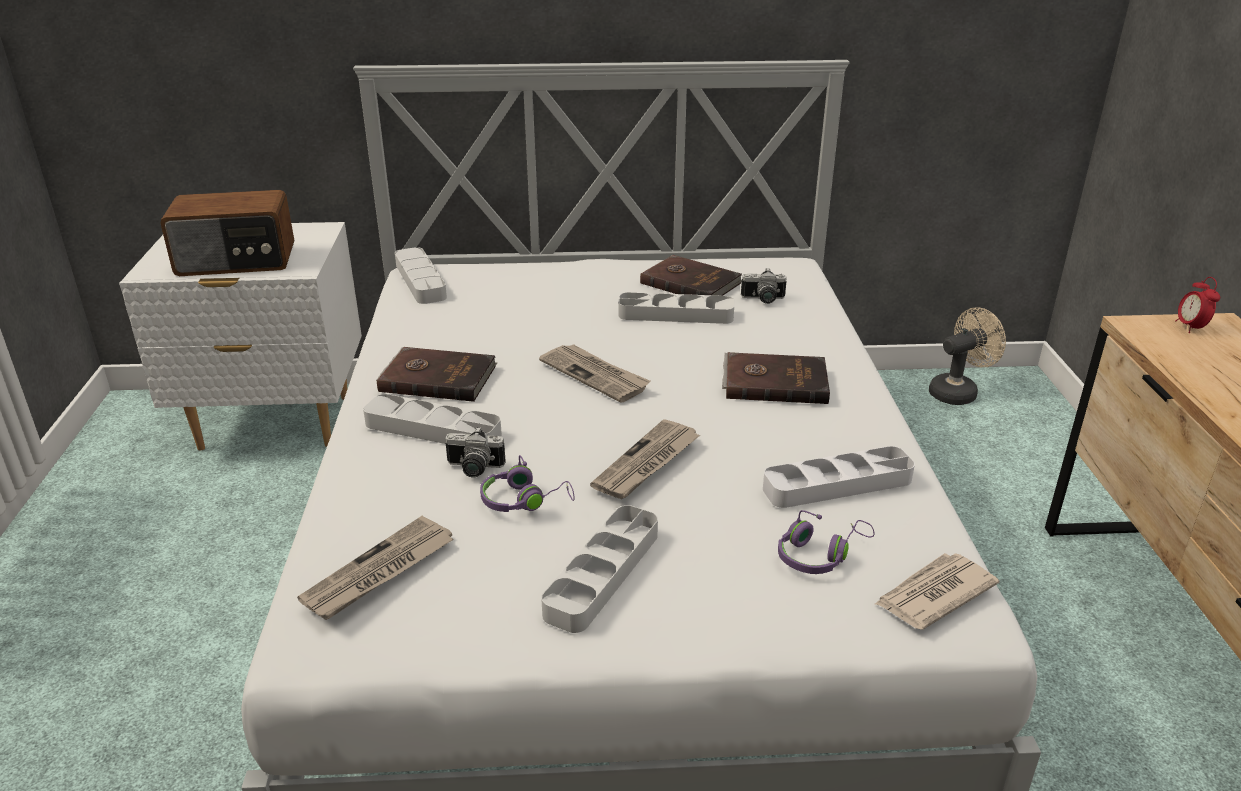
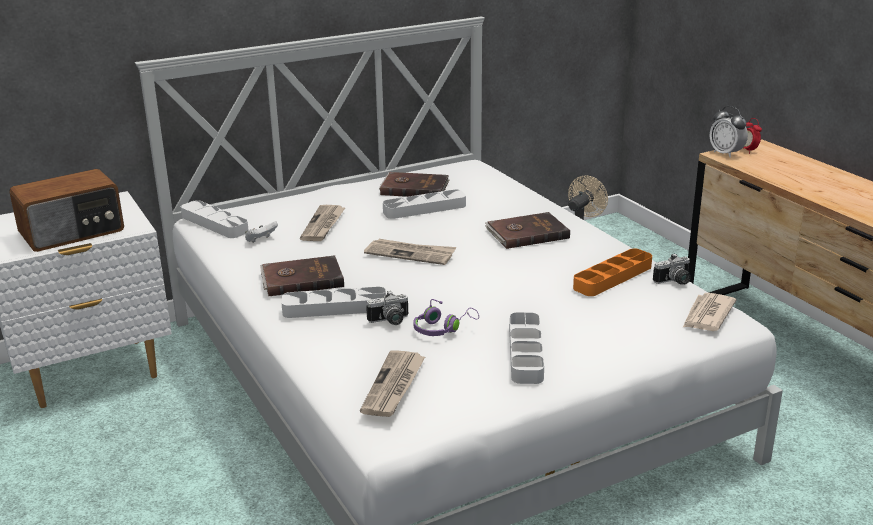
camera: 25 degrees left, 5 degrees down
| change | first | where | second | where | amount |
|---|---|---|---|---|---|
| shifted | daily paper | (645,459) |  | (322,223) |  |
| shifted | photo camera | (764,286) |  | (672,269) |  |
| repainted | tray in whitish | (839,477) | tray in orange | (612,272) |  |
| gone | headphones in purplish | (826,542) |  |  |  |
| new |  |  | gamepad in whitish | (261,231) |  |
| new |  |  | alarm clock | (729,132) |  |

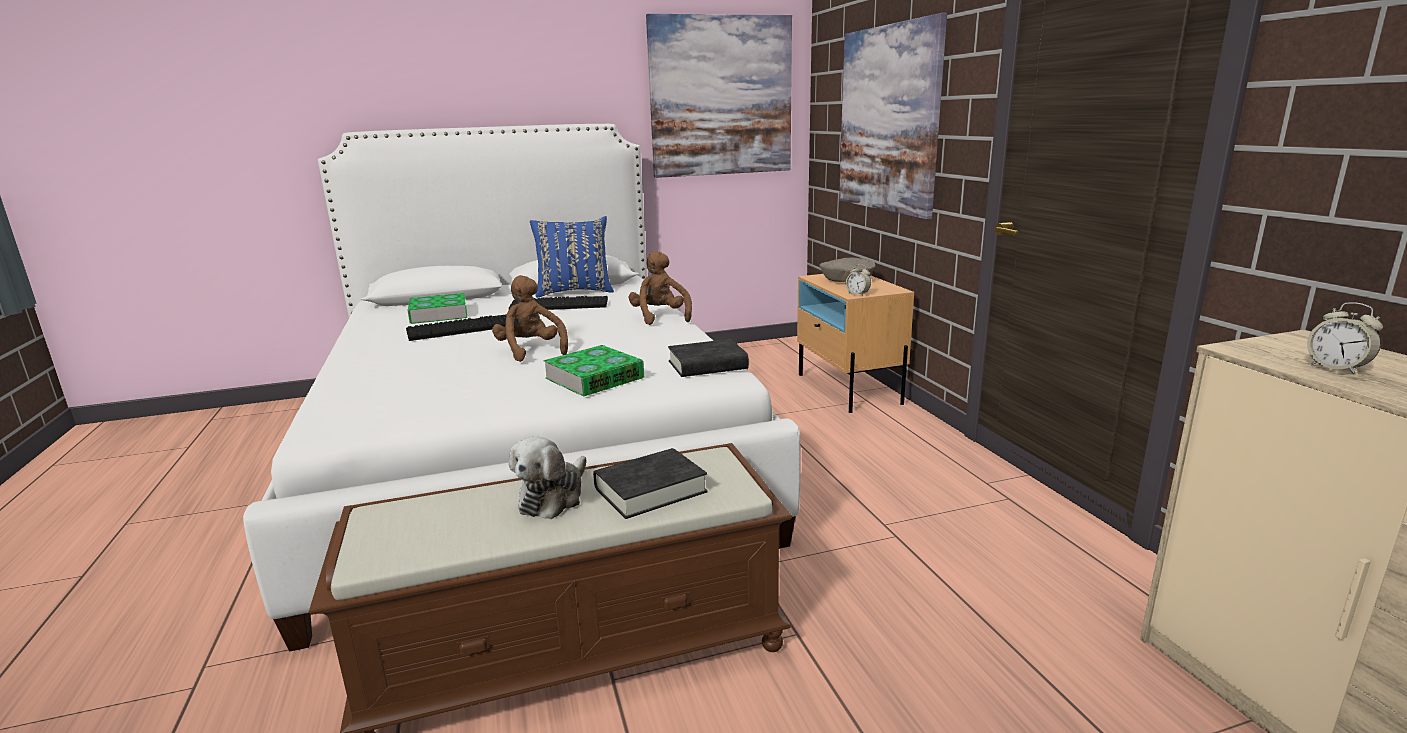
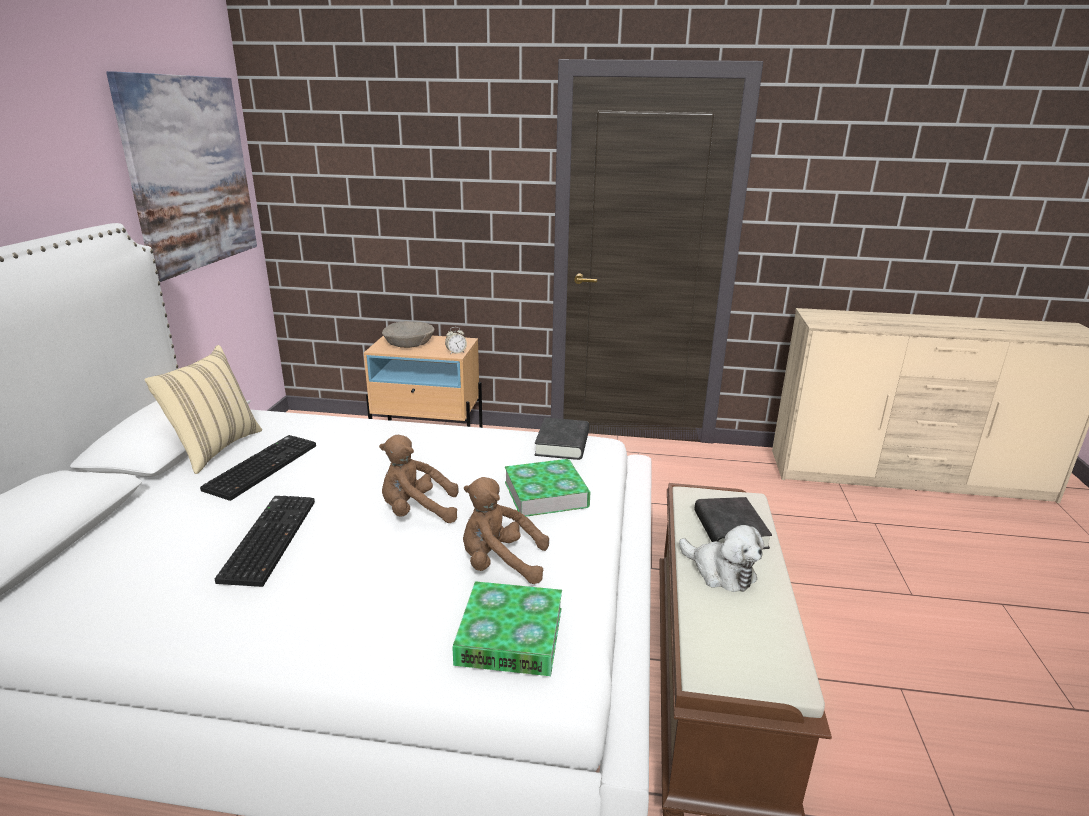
camera: 65 degrees left, 5 degrees up
| change | first | where | second | where | amount |
|---|---|---|---|---|---|
| shifted | book | (437,308) |  | (507,628) |  |
| repainted | cushion in blue | (572,257) | cushion in sand-coloured | (203,409) |  |
| shifted | plush toy in brown-coloured | (660,288) |  | (506,530) |  |
| gone | picture | (893,116) |  |  |  |
| gone | alarm clock | (1345,338) |  |  |  |

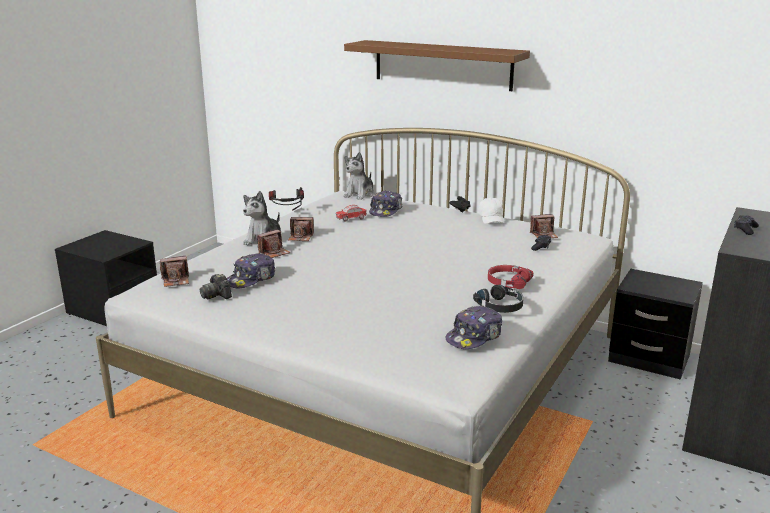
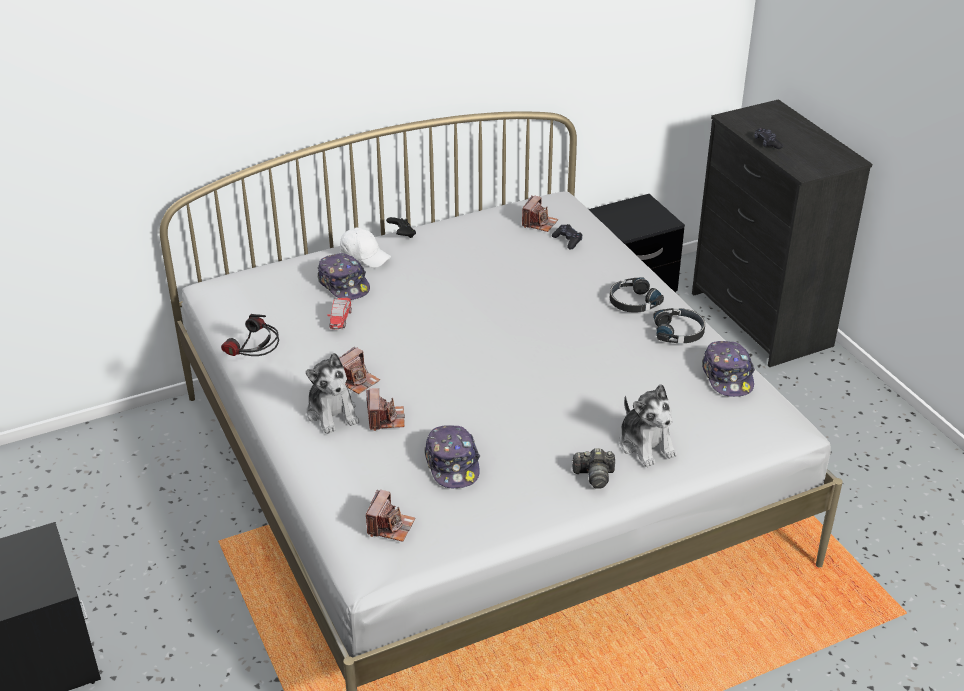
camera: 55 degrees left, 15 degrees up
| change | first | where | second | where | amount |
|---|---|---|---|---|---|
| shifted | photo camera | (216,287) |  | (593,468) |  |
| gone | wall shelf in brown-coloured | (437,65) |  |  |  |
| shifted | plush toy | (359,176) |  | (648,425) |  |
| shifted | peaked cap in whitish | (491,210) |  | (365,247) |  |
| repainted | headphones in red-coloured | (510,277) | headphones in black | (637,295) |  |

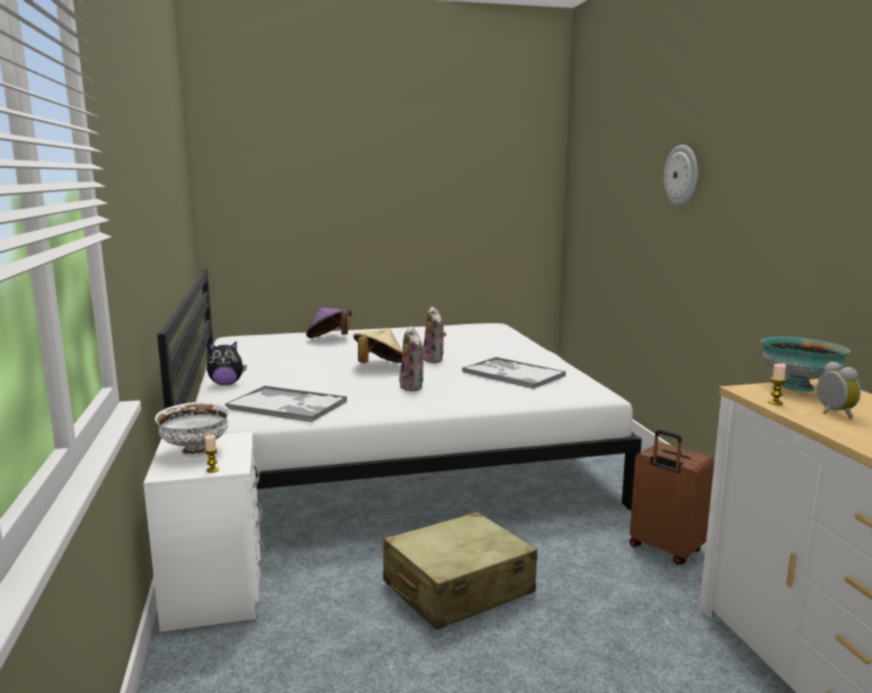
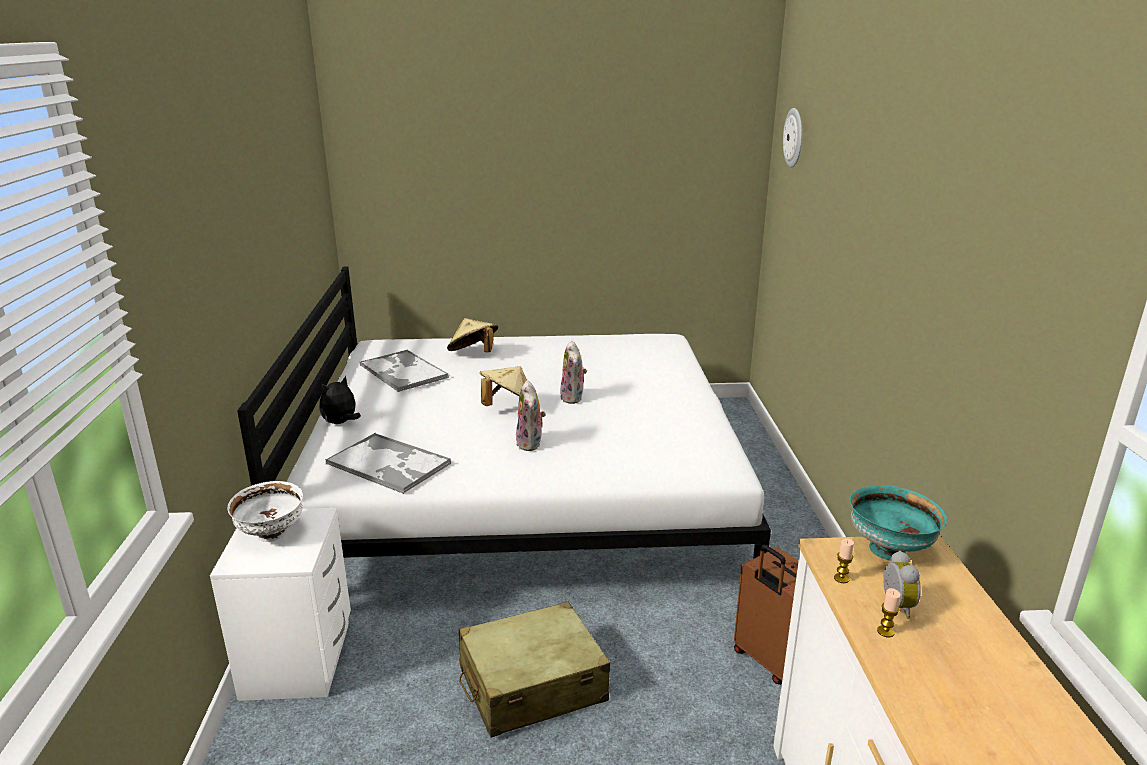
camera: 10 degrees right, 10 degrees up
| change | first | where | second | where | amount |
|---|---|---|---|---|---|
| shifted | wax candle | (212,453) |  | (888,612) |  |
| rotated | plush toy | (227,363) |  | (340,400) | 135 degrees clockwise |
| repainted | wearable hat in purplish | (329,322) | wearable hat in sand-coloured | (472,335) |  |
| shifted | tray | (514,373) |  | (404,371) |  |
| shifted | clock on the wall | (681,175) |  | (792,138) |  |

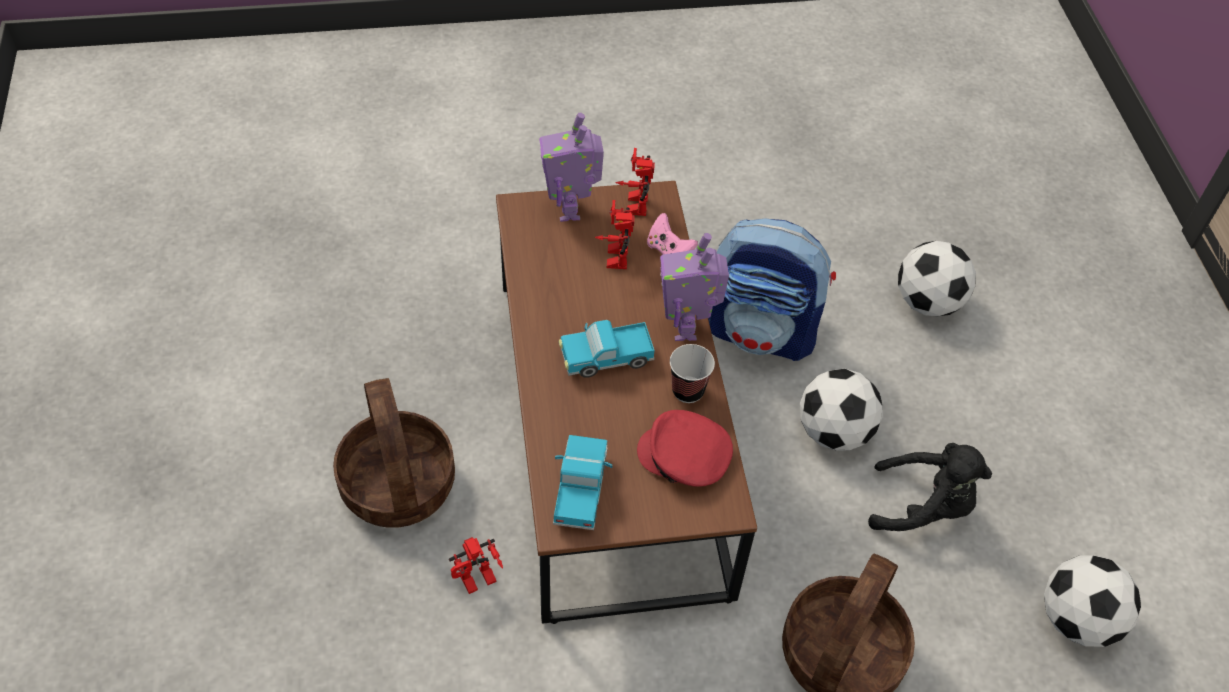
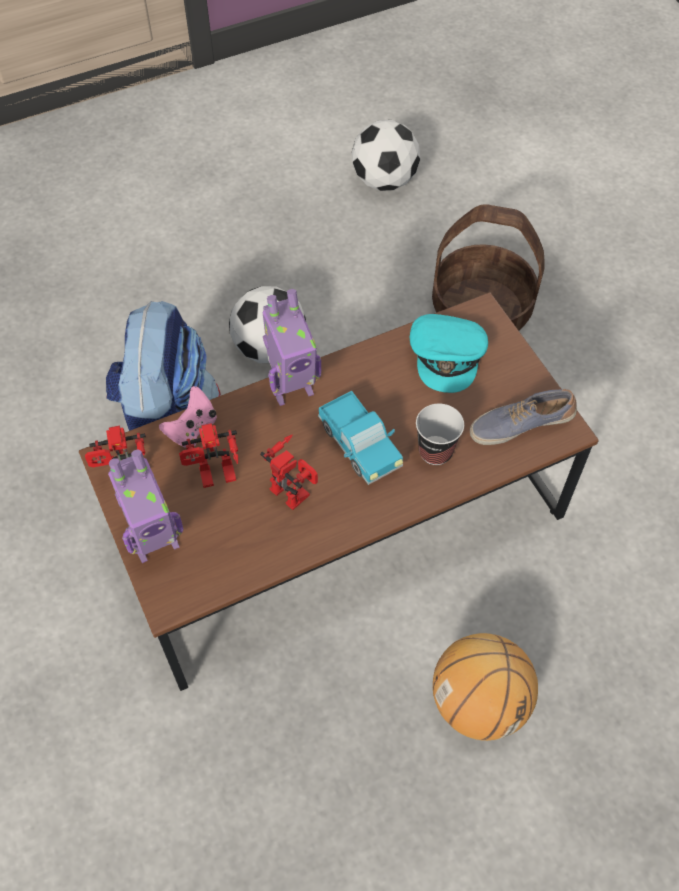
camera: 105 degrees left, 5 degrees up
| change | first | where | second | where | amount |
|---|---|---|---|---|---|
| swapped | household basket | (394,453) | basketball ball | (485,687) |  |
| shifted | robot figure | (476,565) |  | (289,472) |  |
| swapped | toy lorry | (582,482) | item of footwear | (523,417) |  |
| repainted | peaked cap in red-coloured | (685,448) | peaked cap in turquoise-coloured | (448,353) |  |
| shifted | drinking cup | (692,373) |  | (440,434) |  |
| gone | plush toy in black | (930,487) |  |  |  |
| gone | football | (937,279) |  |  |  |

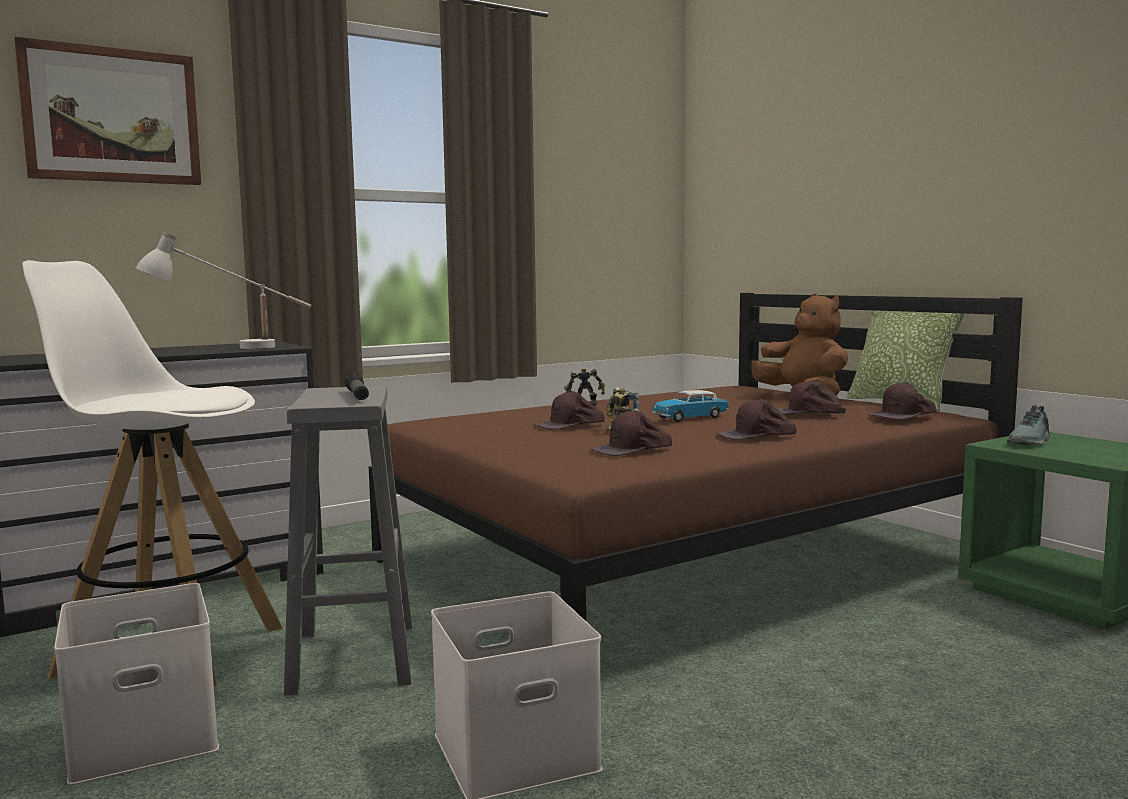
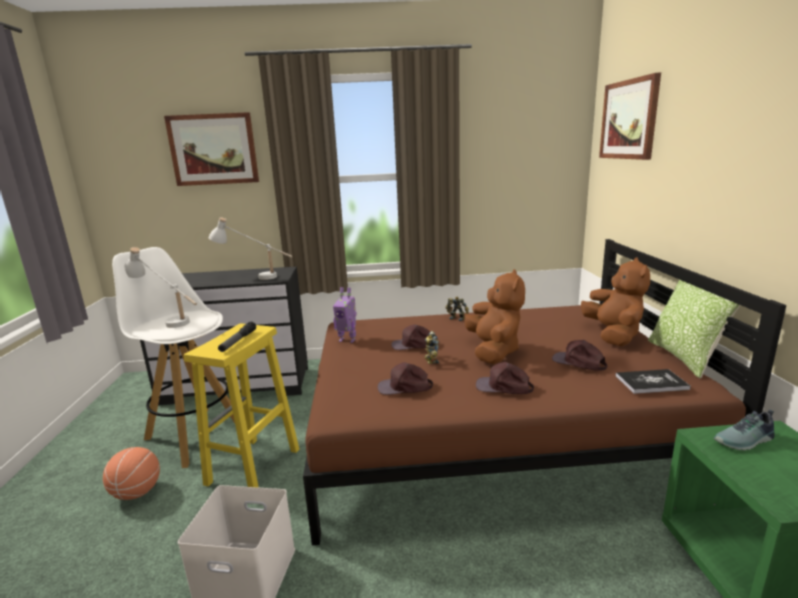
camera: 30 degrees right, 10 degrees up
| change | first | where | second | where | amount |
|---|---|---|---|---|---|
| swapped | storage bin in whitish | (136,684) | basketball ball | (131,473) |  |
| repainted | stool seat in grey | (348,541) | stool seat in yellowish | (241,405) |  |
| swapped | model car | (690,406) | plush toy in brown-coloured | (494,316) |  |
| swapped | peaked cap in brown-coloured | (902,401) | book | (653,381) |  |
| new |  |  | table lamp in whitish | (161,287) |  |
| new |  |  | robot figure | (345,315) |  |
| new |  |  | picture | (630,116) |  |

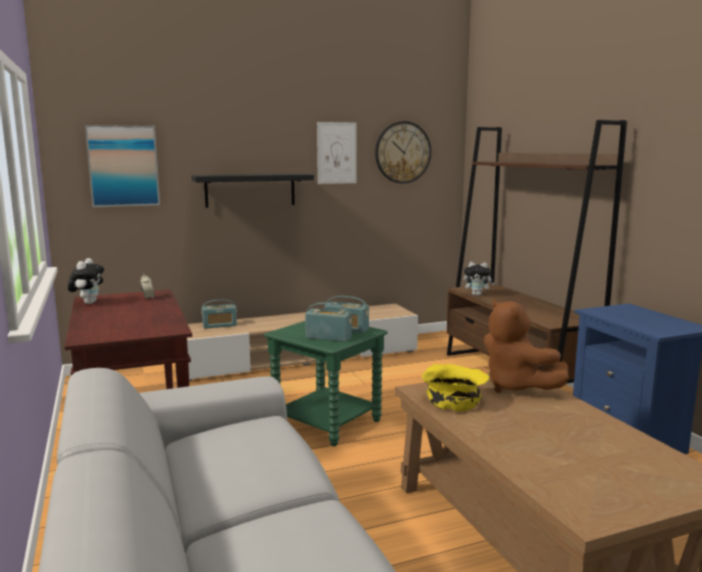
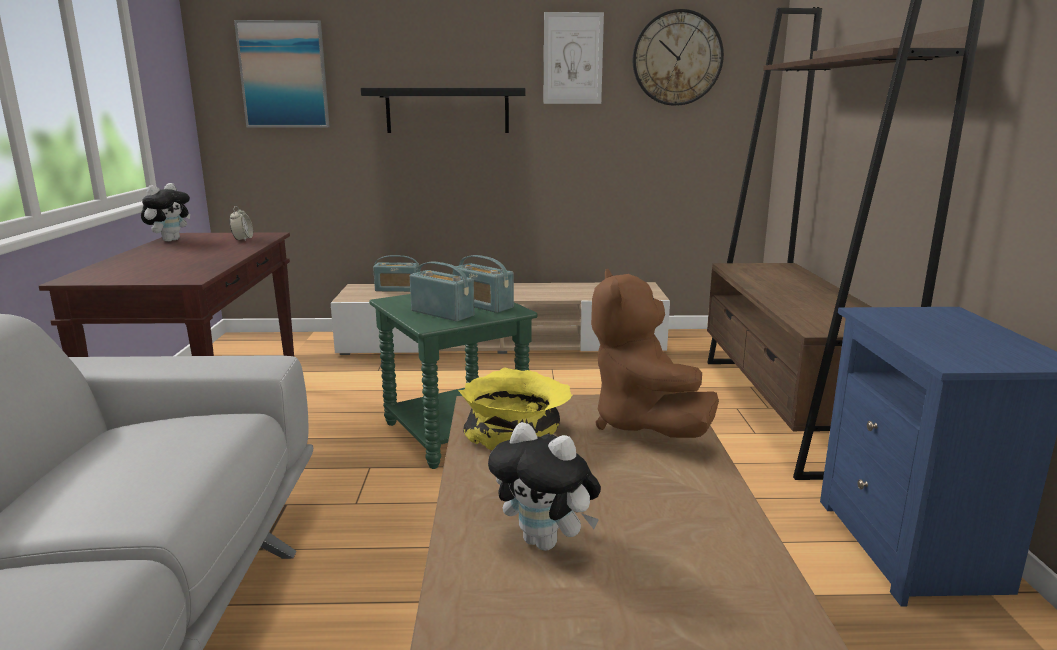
camera: 20 degrees right, 5 degrees up
| change | first | where | second | where | amount |
|---|---|---|---|---|---|
| shifted | plush toy | (479,279) |  | (544,486) |  |

